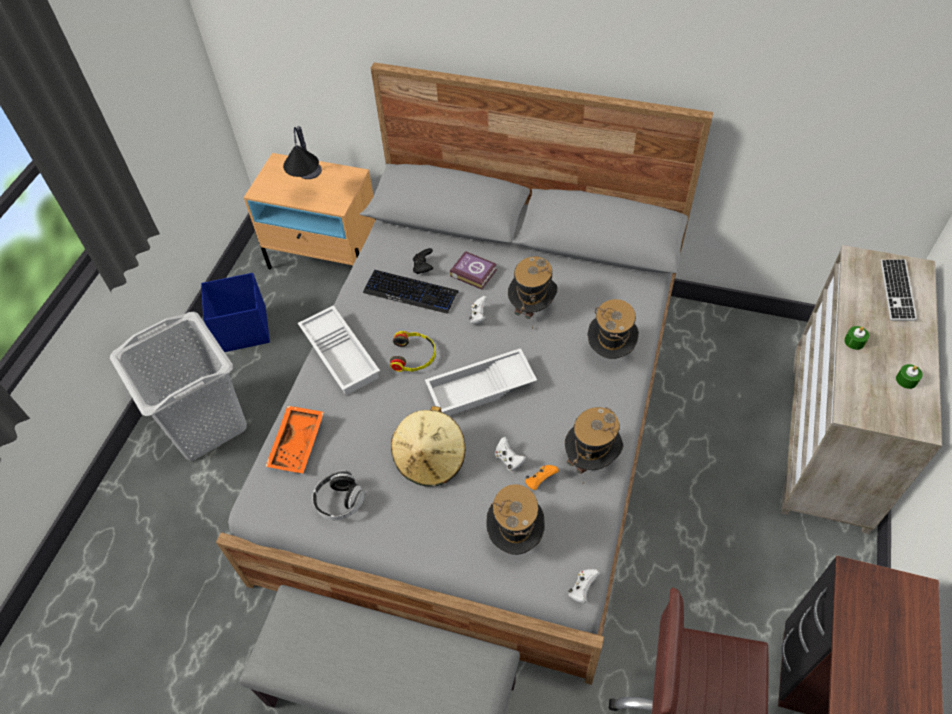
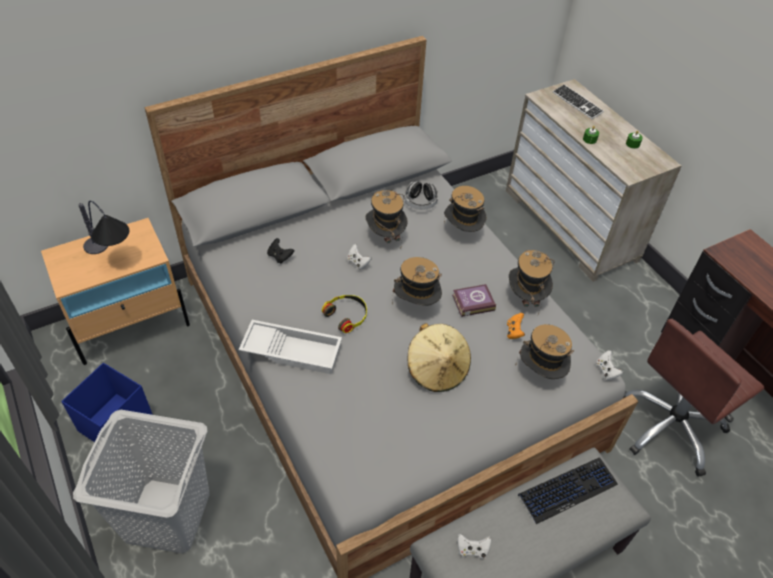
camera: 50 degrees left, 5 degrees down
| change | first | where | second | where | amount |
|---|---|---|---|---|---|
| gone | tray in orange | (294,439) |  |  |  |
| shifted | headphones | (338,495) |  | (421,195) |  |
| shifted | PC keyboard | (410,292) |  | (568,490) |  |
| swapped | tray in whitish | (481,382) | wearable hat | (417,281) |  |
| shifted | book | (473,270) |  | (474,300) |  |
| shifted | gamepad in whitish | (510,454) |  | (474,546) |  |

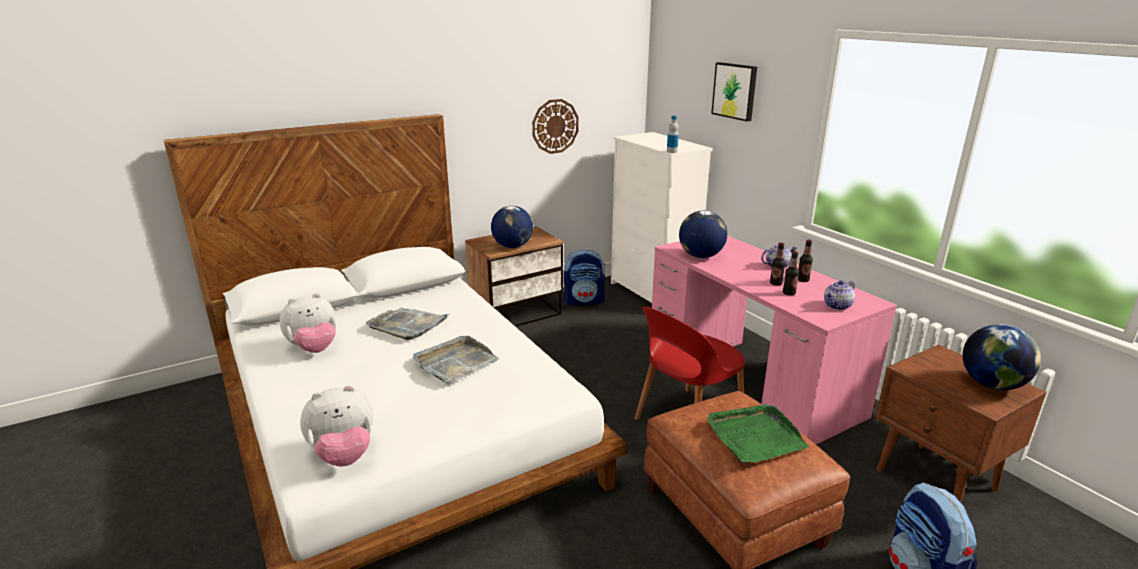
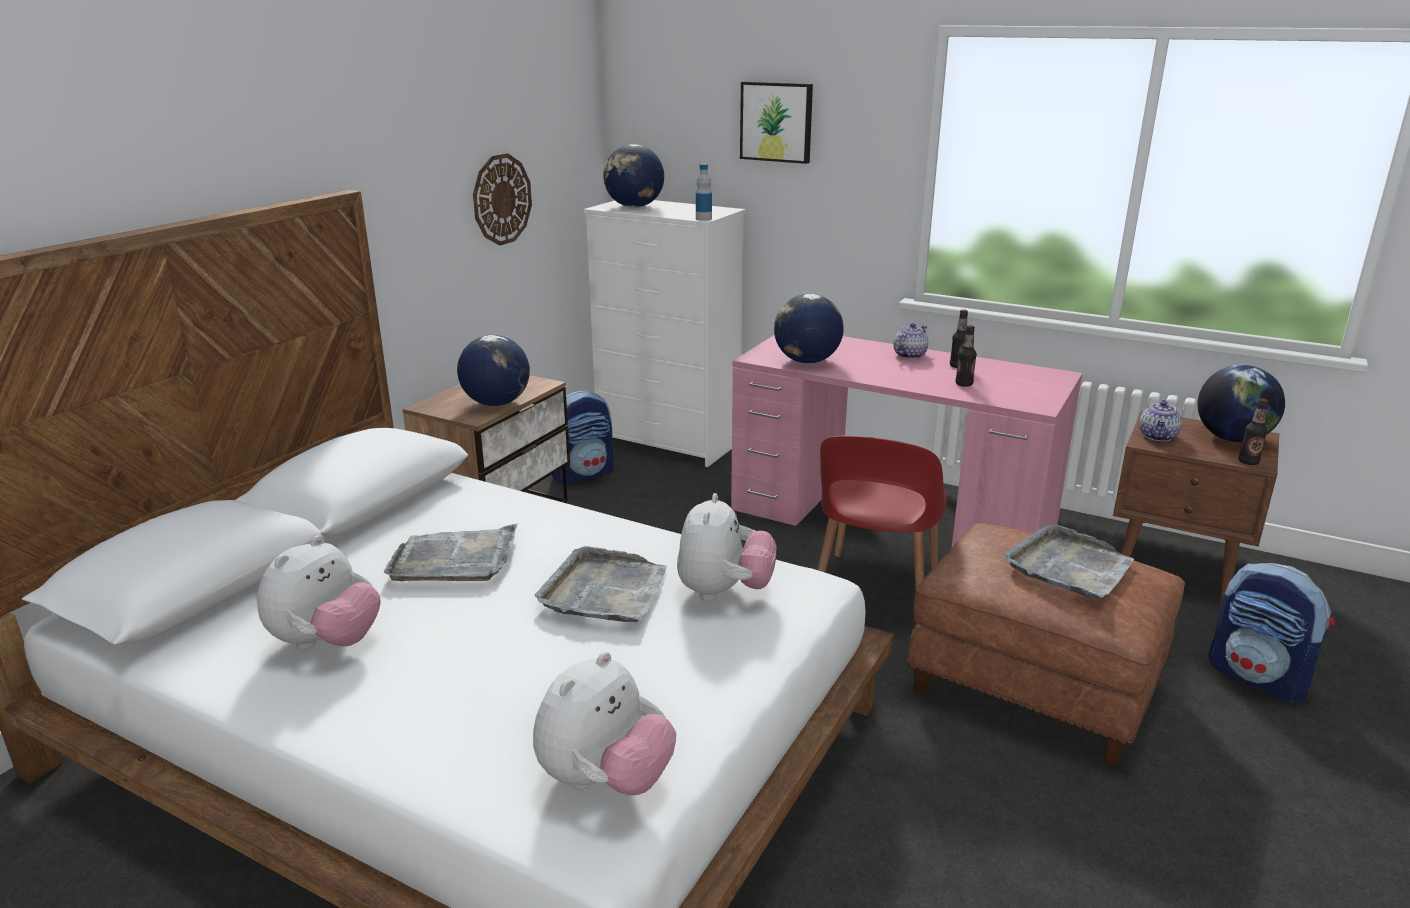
camera: 30 degrees left, 0 degrees up
| change | first | where | second | where | amount |
|---|---|---|---|---|---|
| repainted | tray in green-coloured | (758,433) | tray in grey | (1069,561) |  |
| shifted | beverage bottle | (777,264) |  | (1253,432) |  |
| shifted | tea pot | (839,295) |  | (1160,420) |  |
| new |  |  | desk globe | (633,176) |  |
| new |  |  | plush toy | (726,547) |  |

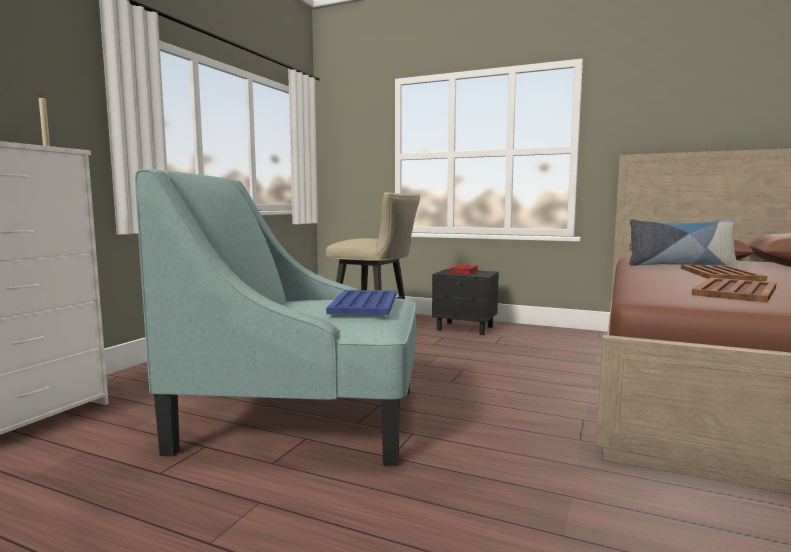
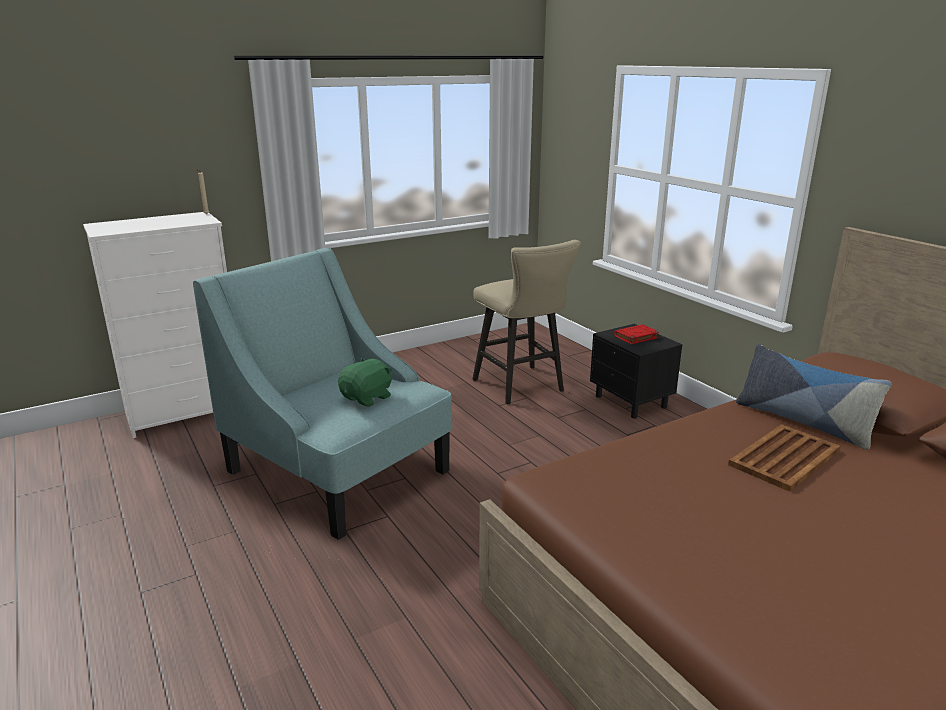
camera: 35 degrees right, 15 degrees up
| change | first | where | second | where | amount |
|---|---|---|---|---|---|
| swapped | tray in blue | (361,302) | plush toy in green-coloured | (365,382) |  |
| gone | tray in brown-coloured | (734,290) |  |  |  |

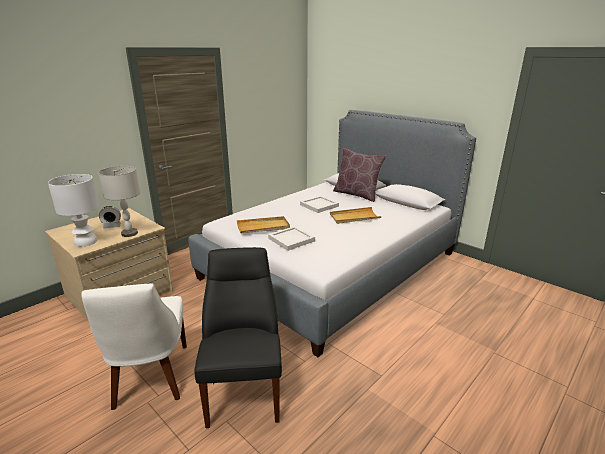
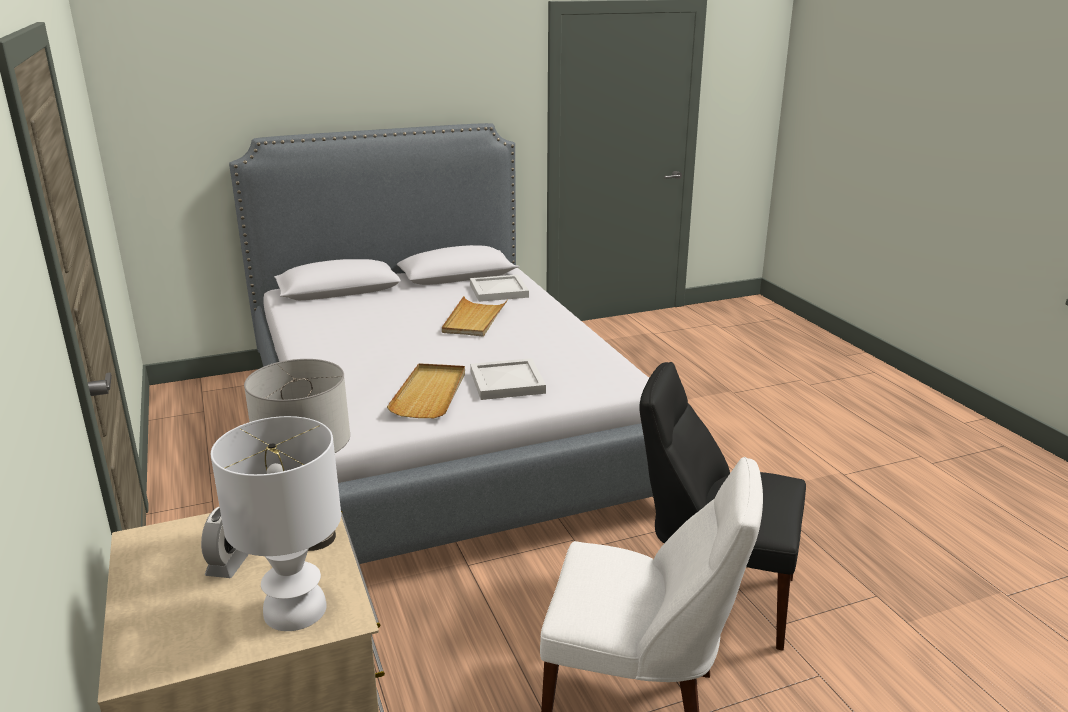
camera: 65 degrees left, 0 degrees up
| change | first | where | second | where | amount |
|---|---|---|---|---|---|
| shifted | tray in whitish | (319,204) |  | (499,288) |  |
| gone | cushion in brown-coloured | (359,175) |  |  |  |

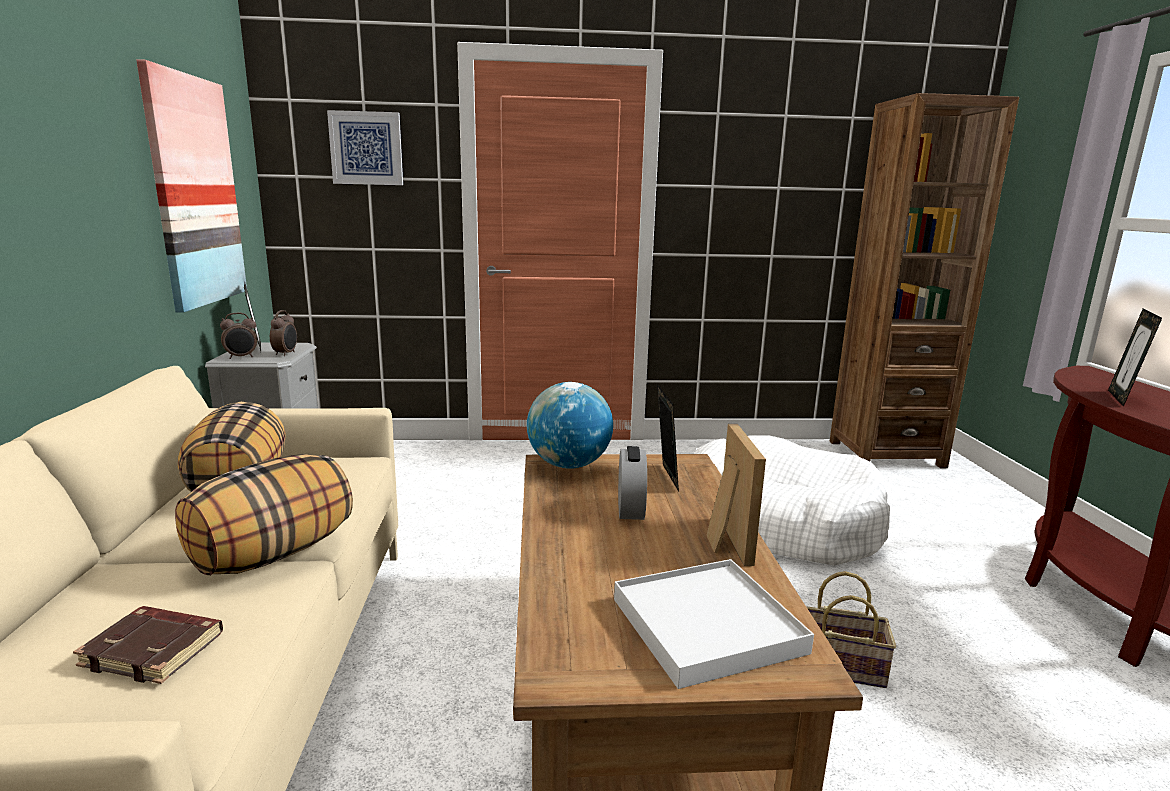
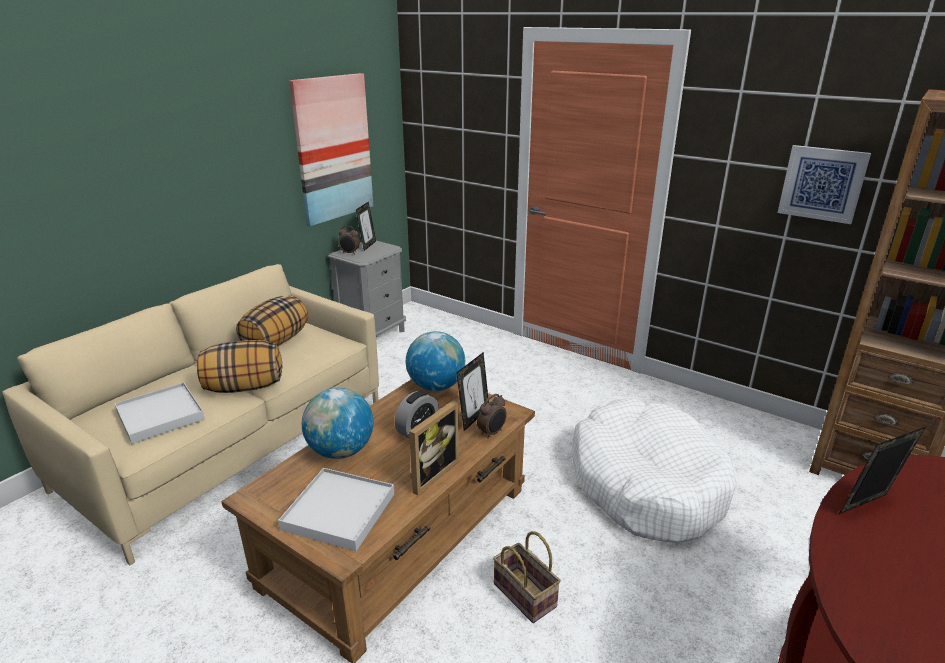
camera: 40 degrees right, 10 degrees up
| change | first | where | second | where | amount |
|---|---|---|---|---|---|
| swapped | book in brown-coloured | (148,645) | tray in whitish | (159,413) |  |
| shifted | alarm clock | (283,333) |  | (492,416) |  |
| shifted | picture | (365,147) |  | (824,184) |  |
| new |  |  | desk globe | (337,423) |  |

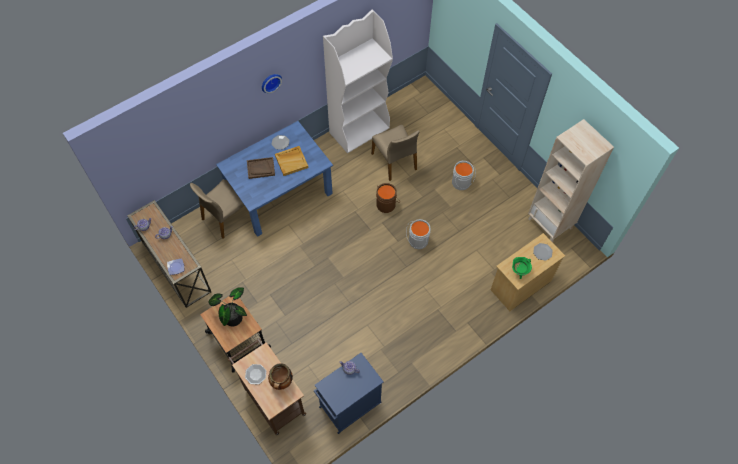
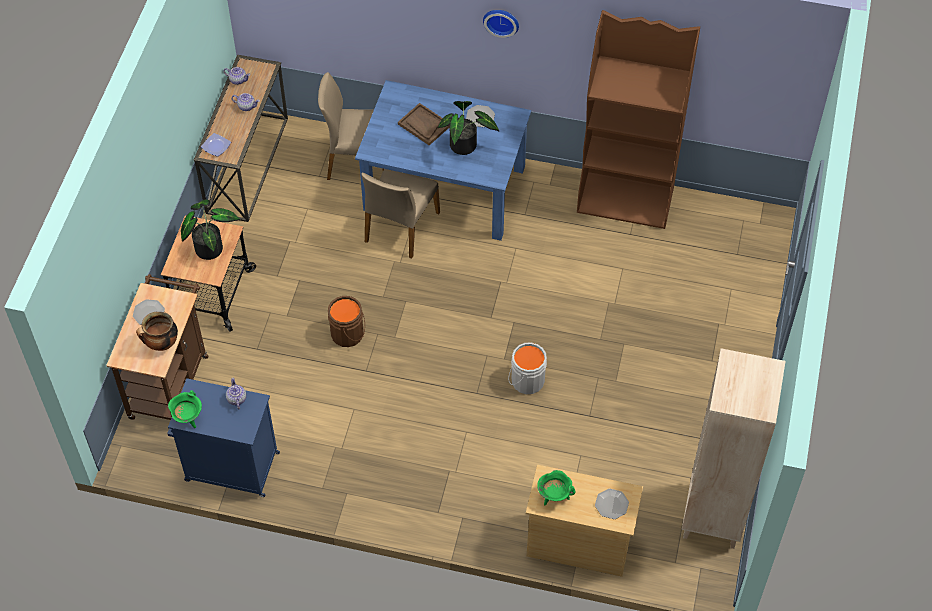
camera: 50 degrees right, 5 degrees down
| change | first | where | second | where | amount |
|---|---|---|---|---|---|
| swapped | tray in sand-coloured | (291,161) | plant in a pot | (468,128) |  |
| repainted | shelving unit in whitish | (358,81) | shelving unit in brown-coloured | (638,119) |  |
| shifted | plain chair in sand-coloured | (395,153) |  | (400,214) |  |
| shifted | bucket in brown-coloured | (388,198) |  | (346,321) |  |
| gone | bucket in grey | (464,175) |  |  |  |
| new |  |  | stockpot in green-coloured | (185,409) |  |

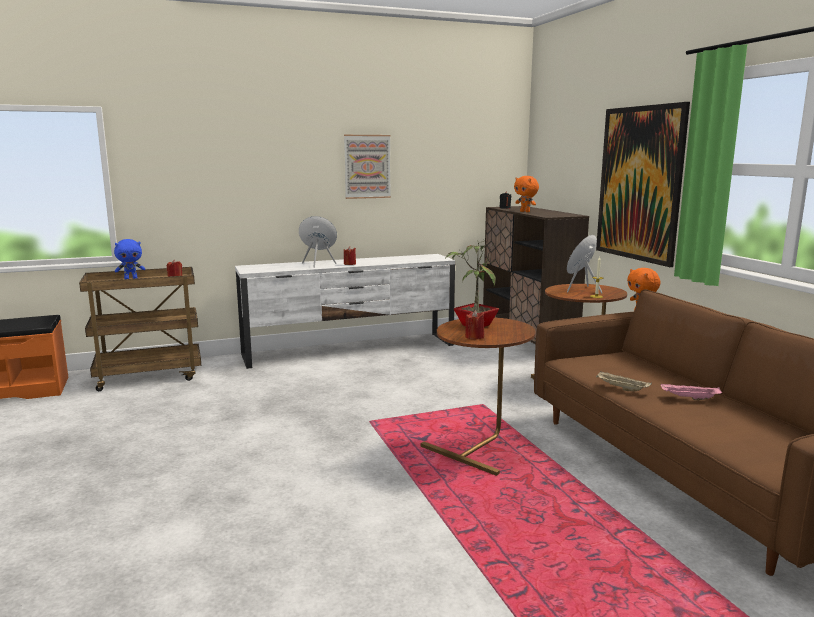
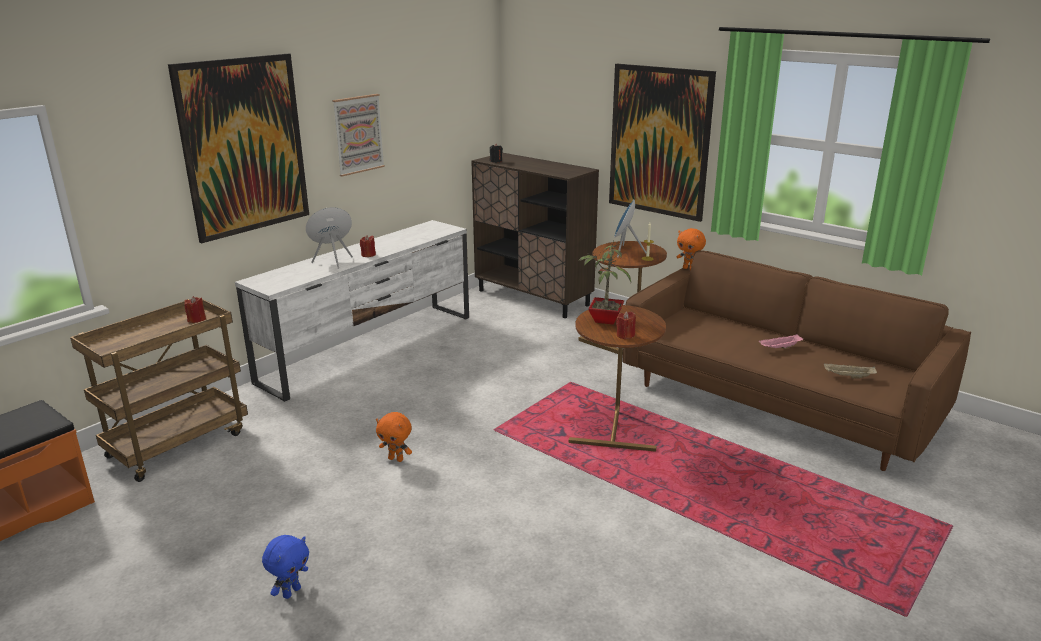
camera: 30 degrees left, 10 degrees up
| change | first | where | second | where | amount |
|---|---|---|---|---|---|
| shifted | plush toy in blue | (129,259) |  | (285,567) |  |
| shifted | plush toy in orange | (526,194) |  | (394,437) |  |
| shifted | tray in sand-coloured | (624,381) |  | (850,371) |  |
| new |  |  | picture | (238,148) |  |

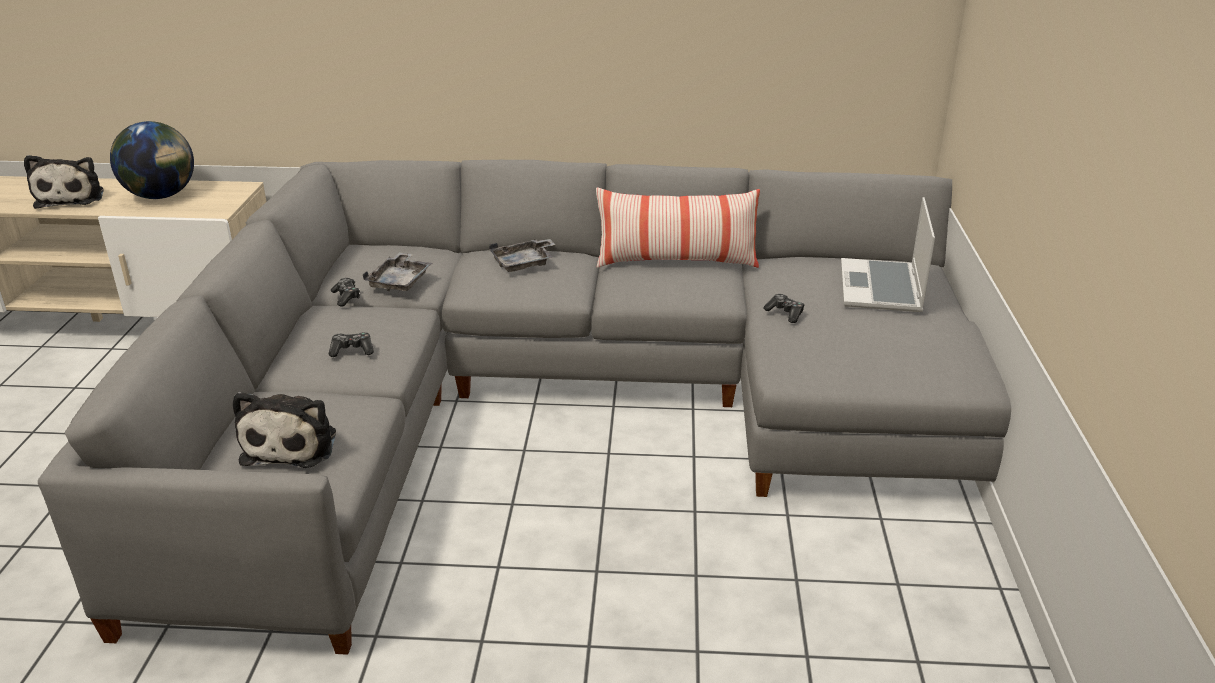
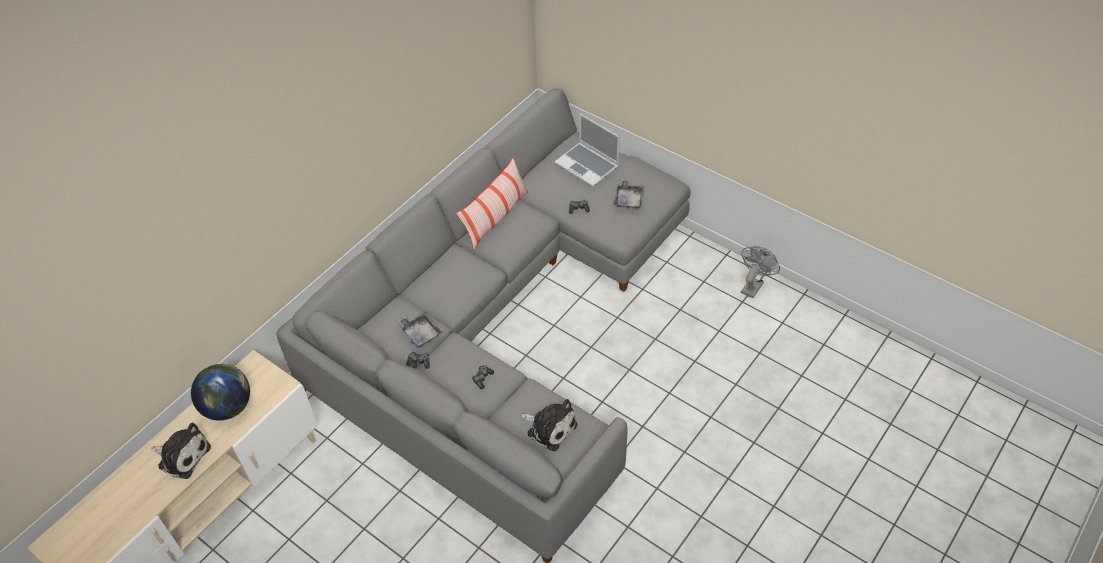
camera: 55 degrees left, 20 degrees up
| change | first | where | second | where | amount |
|---|---|---|---|---|---|
| shifted | tray in grey | (522,255) |  | (629,194) |  |
| new |  |  | fan in grey | (760,272) |  |

